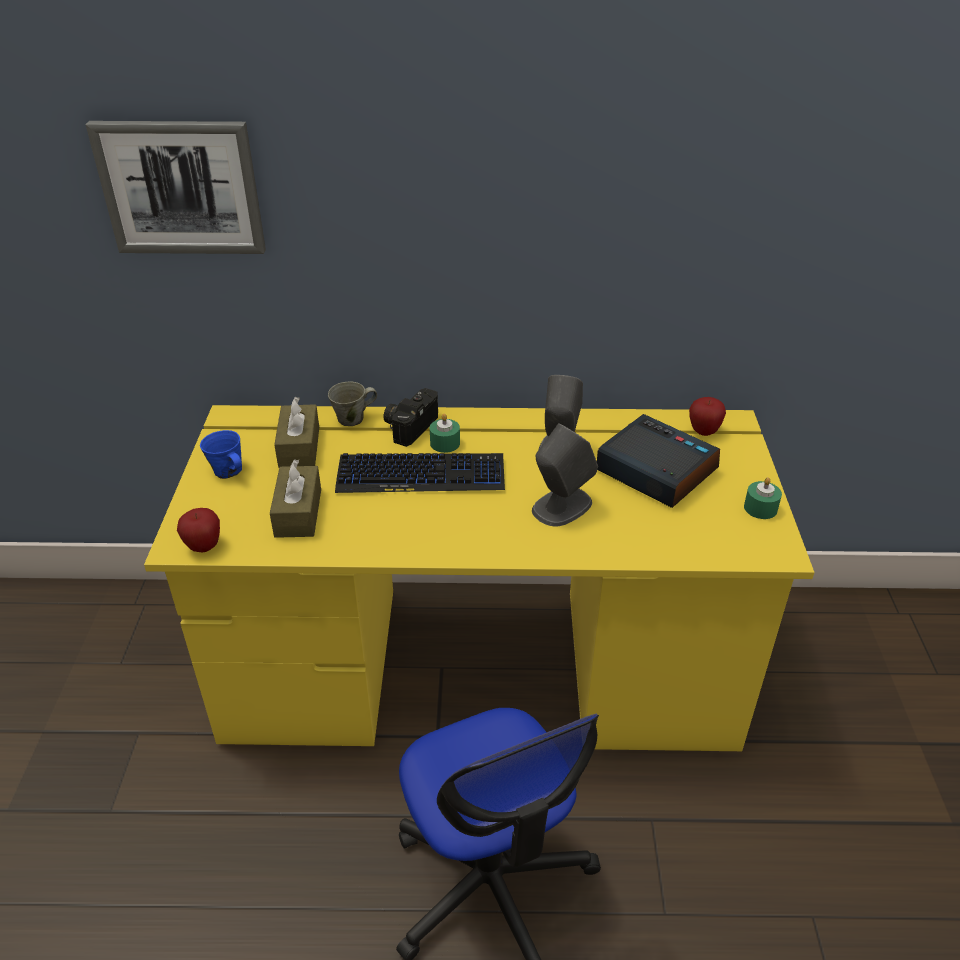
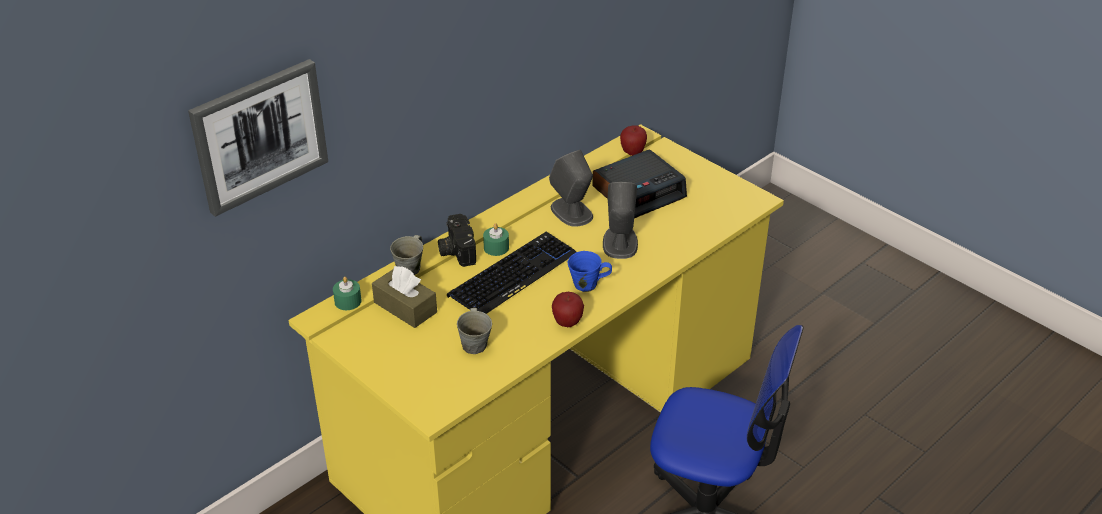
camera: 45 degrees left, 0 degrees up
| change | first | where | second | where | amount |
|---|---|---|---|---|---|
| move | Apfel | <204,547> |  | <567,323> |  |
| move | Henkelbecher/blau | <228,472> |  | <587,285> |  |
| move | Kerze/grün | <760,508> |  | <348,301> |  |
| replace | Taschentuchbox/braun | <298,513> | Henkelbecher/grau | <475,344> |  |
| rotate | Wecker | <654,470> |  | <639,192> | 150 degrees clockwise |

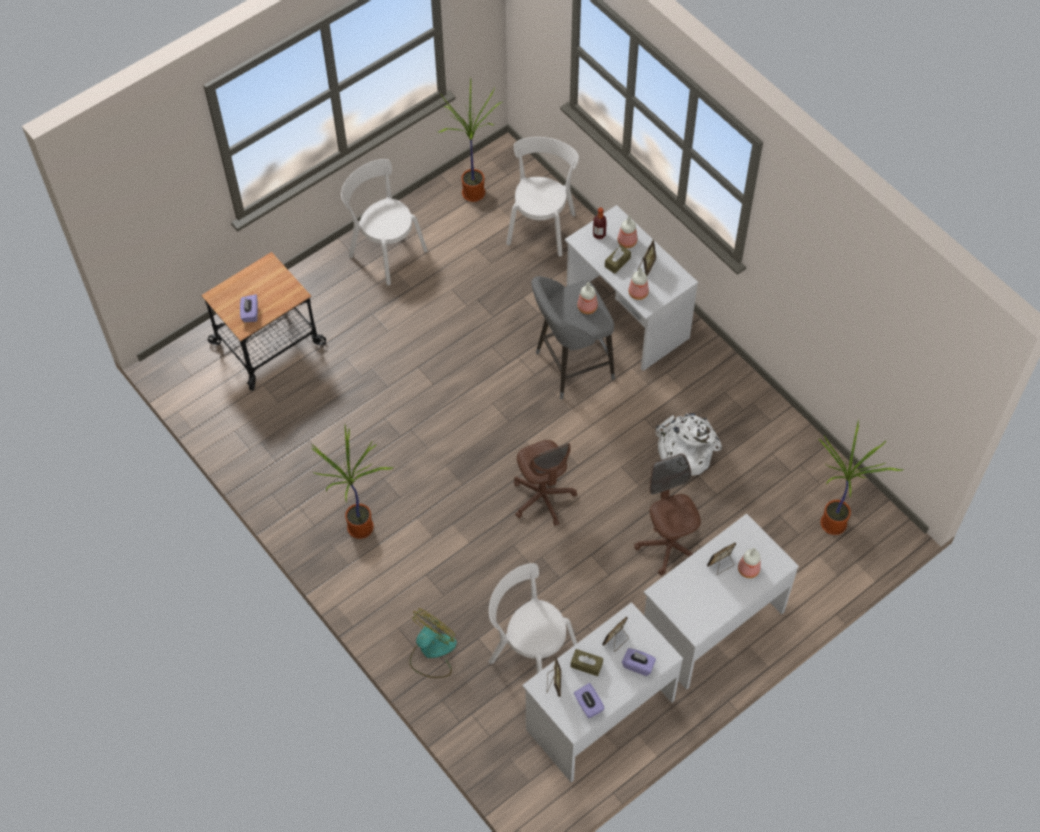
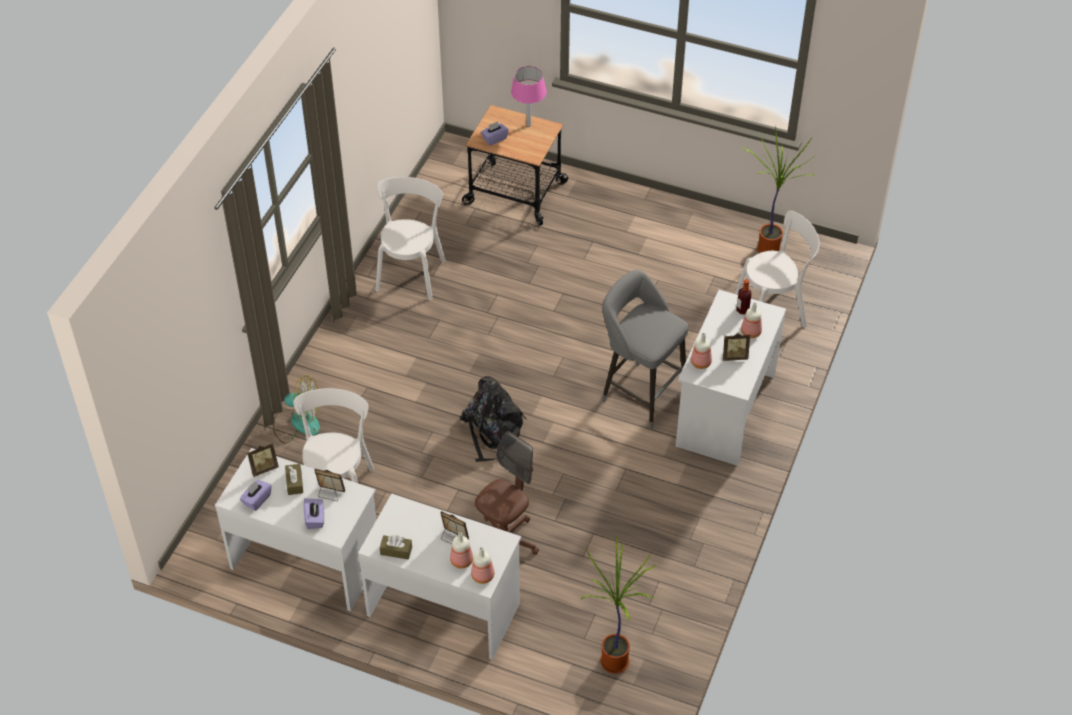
camera: 60 degrees right, 10 degrees down
| change | first | where | second | where | amount |
|---|---|---|---|---|---|
| delete | Topfpflanze | <362,529> |  |  |  |
| delete | Rucksack/weiß | <685,450> |  |  |  |
| insert |  |  | Tischlampe/rosa | <528,125> |  |
| move | Stuhl/weiß | <385,251> |  | <411,272> |  |
| move | Flasche | <587,307> |  | <483,575> |  |
| move | Taschentuchbox/braun | <617,262> |  | <396,551> |  |
| replace | Bürostuhl/braun | <543,498> | Rucksack/schwarz | <492,432> |  |

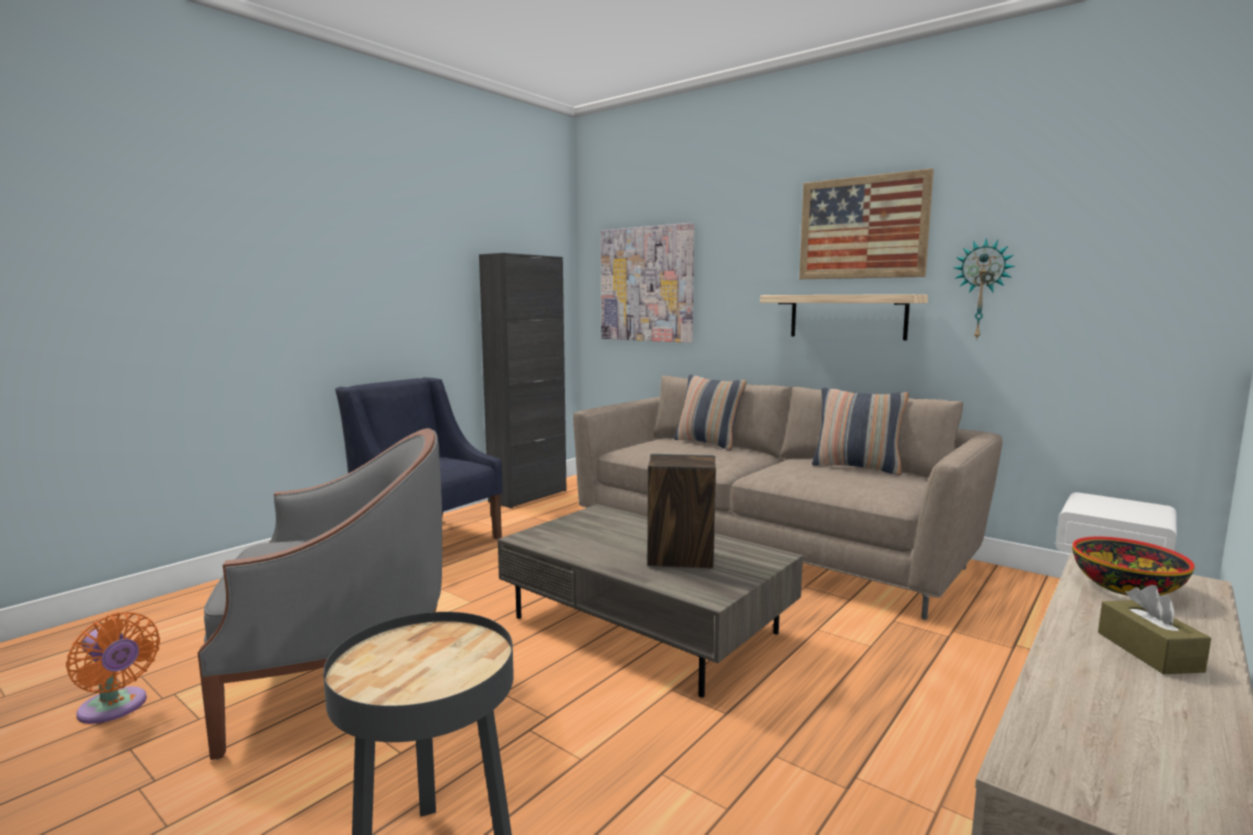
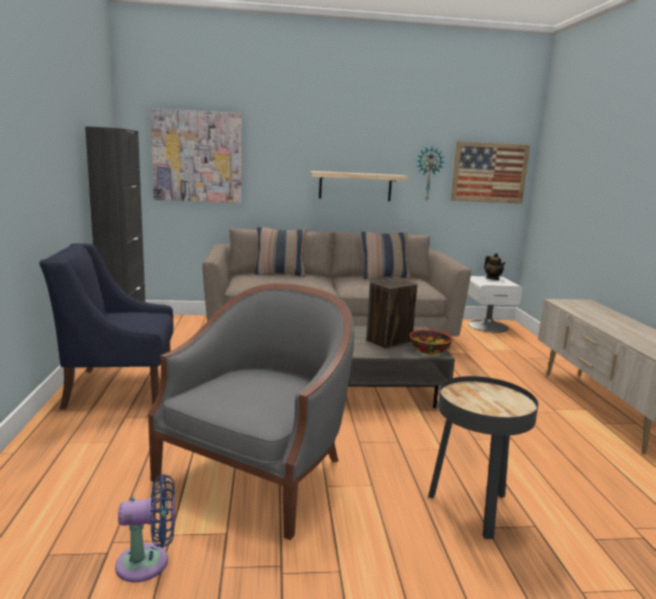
camera: 45 degrees left, 5 degrees up
| change | first | where | second | where | amount |
|---|---|---|---|---|---|
| delete | Taschentuchbox/braun | <1148,651> |  |  |  |
| insert |  |  | Teekanne | <492,278> |  |
| move | Bild | <862,228> |  | <489,172> |  |
| move | Schüssel | <1127,588> |  | <429,351> |  |
| recolor | Ventilator/orange | <115,708> | Ventilator/blau | <148,562> |  |

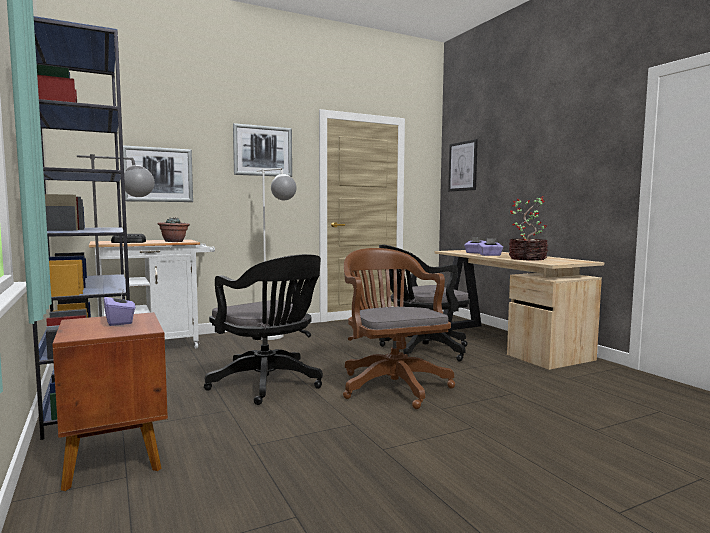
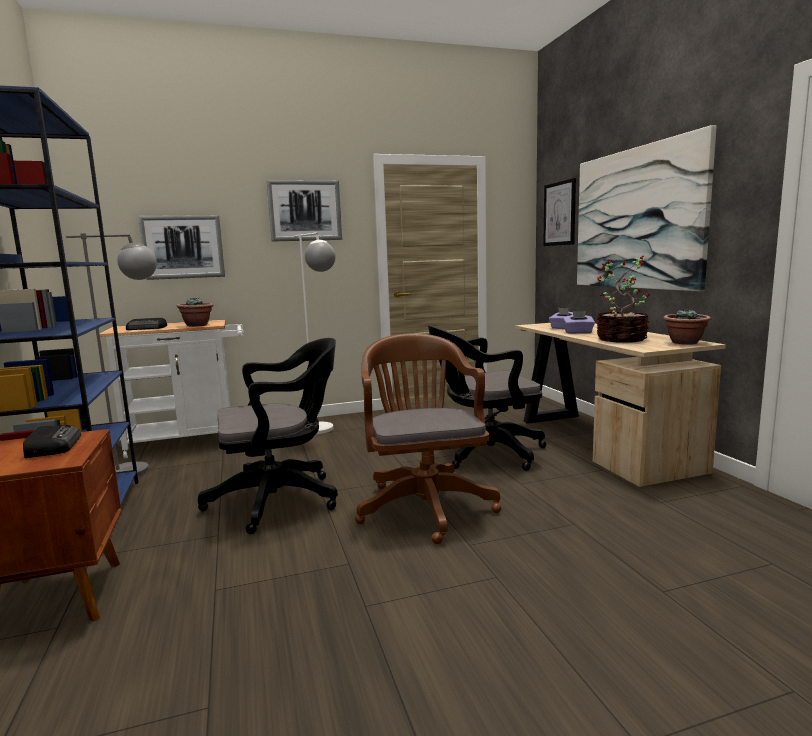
camera: 10 degrees right, 5 degrees up
| change | first | where | second | where | amount |
|---|---|---|---|---|---|
| insert |  |  | Bild | <636,219> |  |
| insert |  |  | Topfpflanze | <685,343> |  |
| replace | Taschentuchbox/lila | <120,322> | Radio | <53,446> |  |
| rotate | Bürostuhl/schwarz | <269,385> |  | <281,499> | 75 degrees counterclockwise |

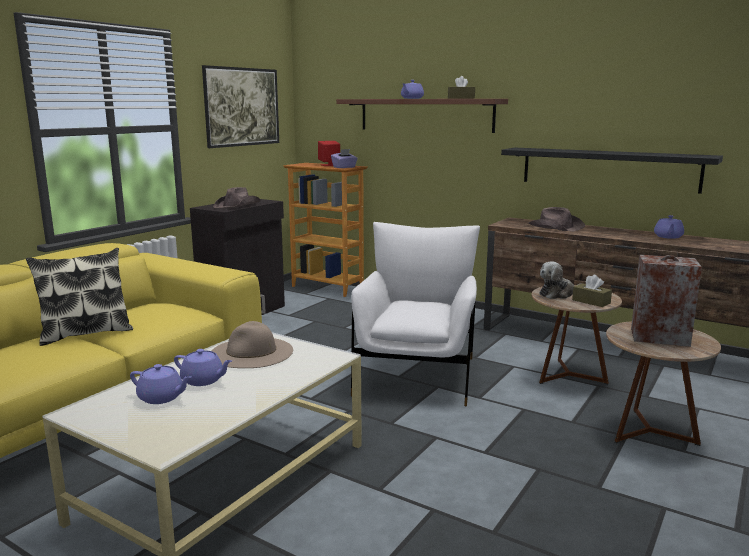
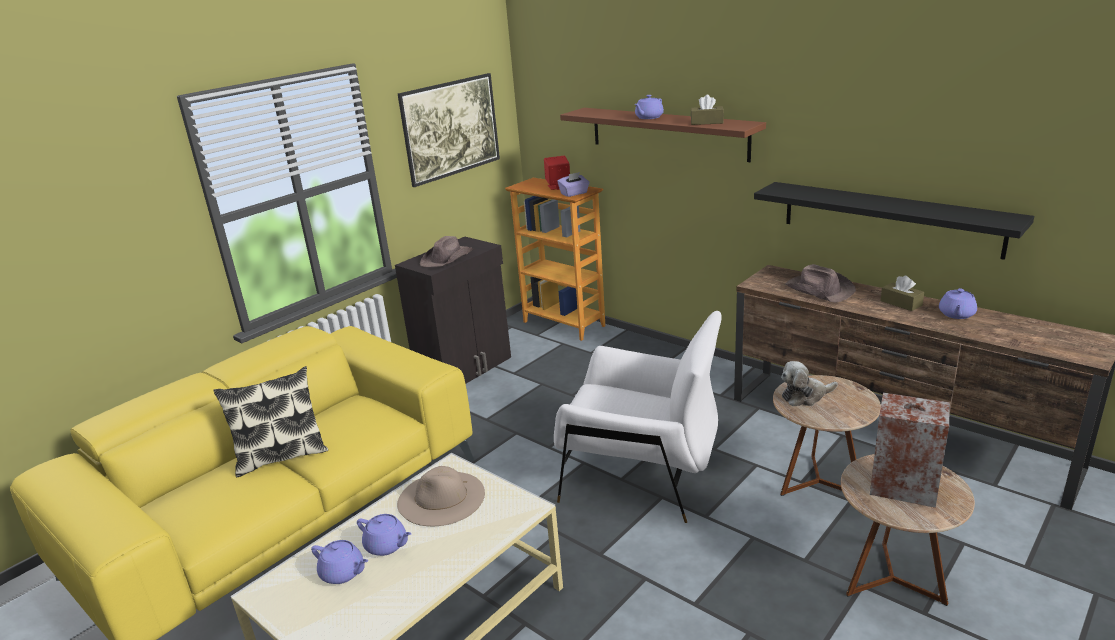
camera: 10 degrees right, 10 degrees up
| change | first | where | second | where | amount |
|---|---|---|---|---|---|
| move | Taschentuchbox/braun | <591,301> |  | <901,303> |  |
| rotate | Sessel/weiß | <416,374> |  | <641,476> | 90 degrees clockwise |

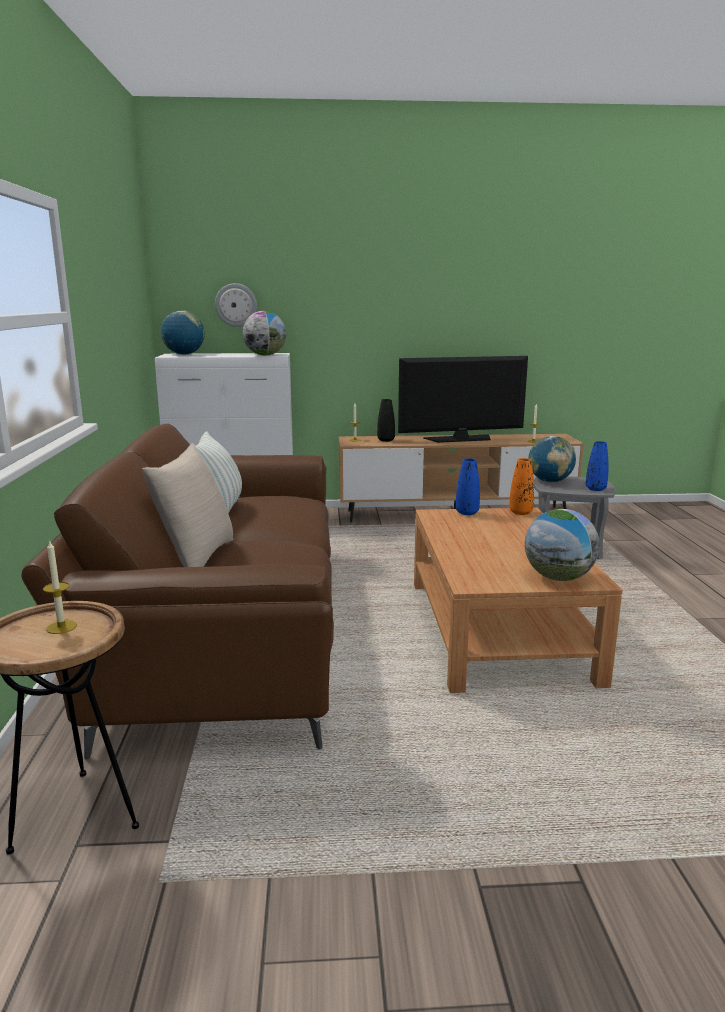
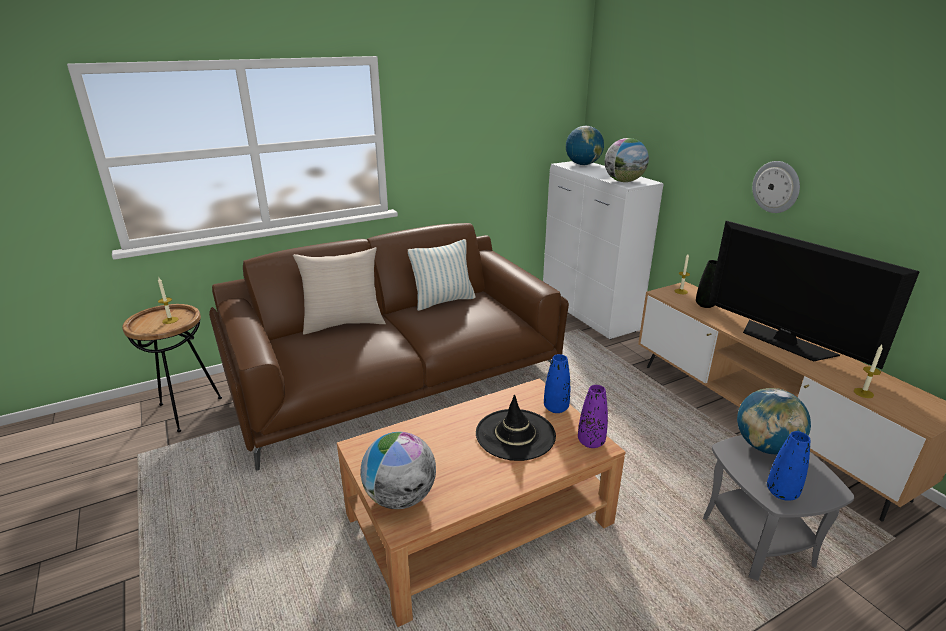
camera: 65 degrees right, 10 degrees up
| change | first | where | second | where | amount |
|---|---|---|---|---|---|
| insert |  |  | Hut/schwarz | <515,435> |  |
| move | Wanduhr | <236,305> |  | <776,187> |  |
| recolor | Vase/orange | <520,512> | Vase/lila | <591,442> |  |

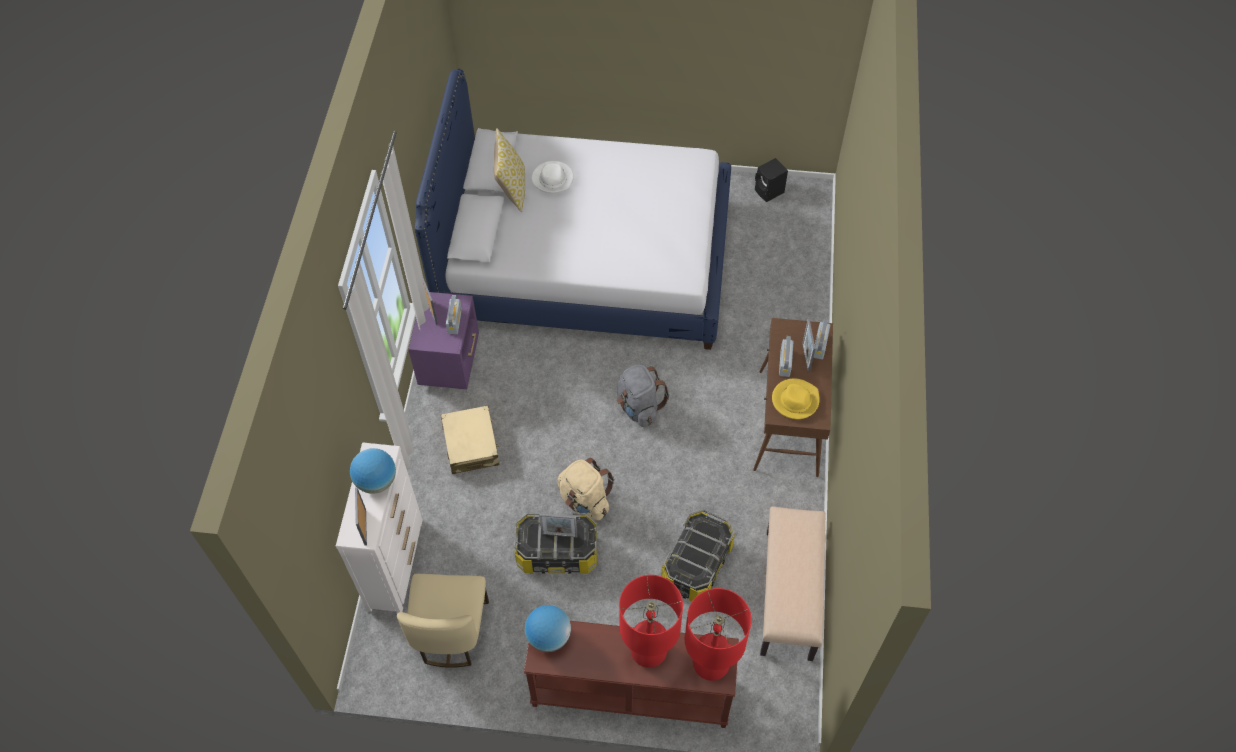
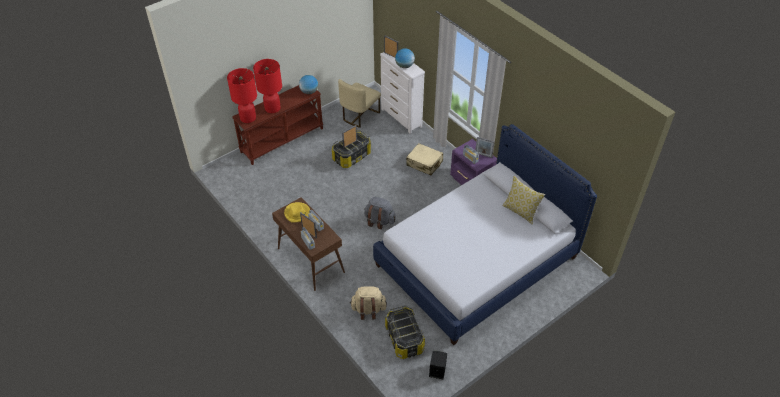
camera: 135 degrees right, 10 degrees down
| change | first | where | second | where | amount |
|---|---|---|---|---|---|
| delete | Hut/weiß | <553,179> |  |  |  |
| delete | Bank/beige | <789,595> |  |  |  |
| move | Rucksack/beige | <585,500> |  | <368,310> |  |
| move | Aufbewahrungsbox | <696,565> |  | <404,339> |  |
| rotate | Stuhl/beige | <451,632> |  | <359,115> | 105 degrees counterclockwise |

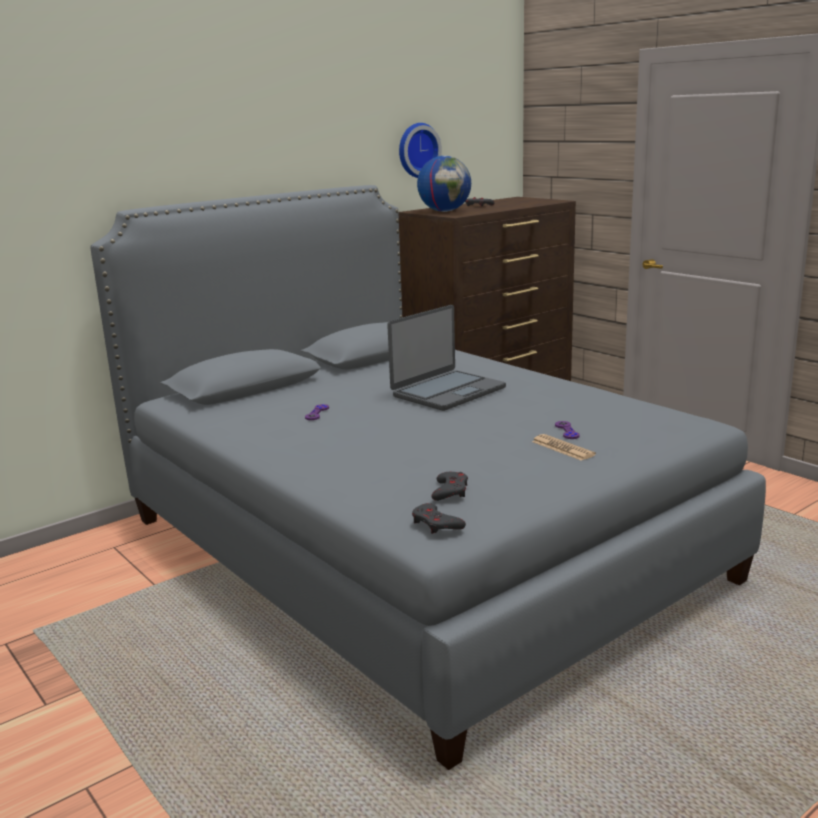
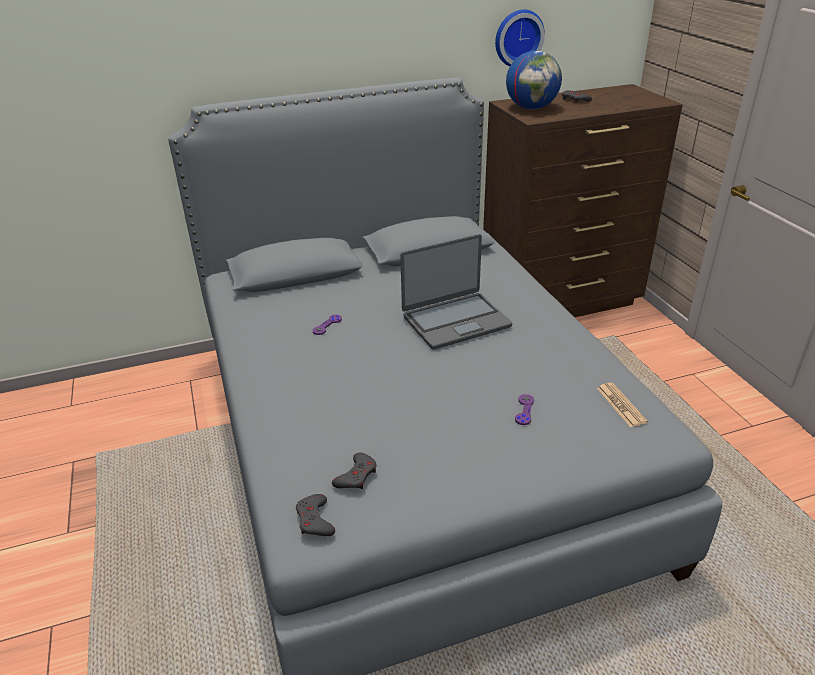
camera: 20 degrees right, 15 degrees up
| change | first | where | second | where | amount |
|---|---|---|---|---|---|
| move | Zeitung | <562,448> |  | <621,405> |  |

